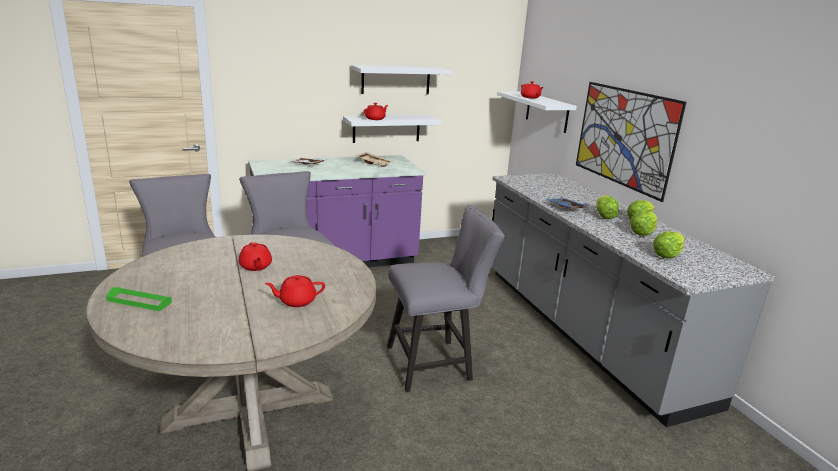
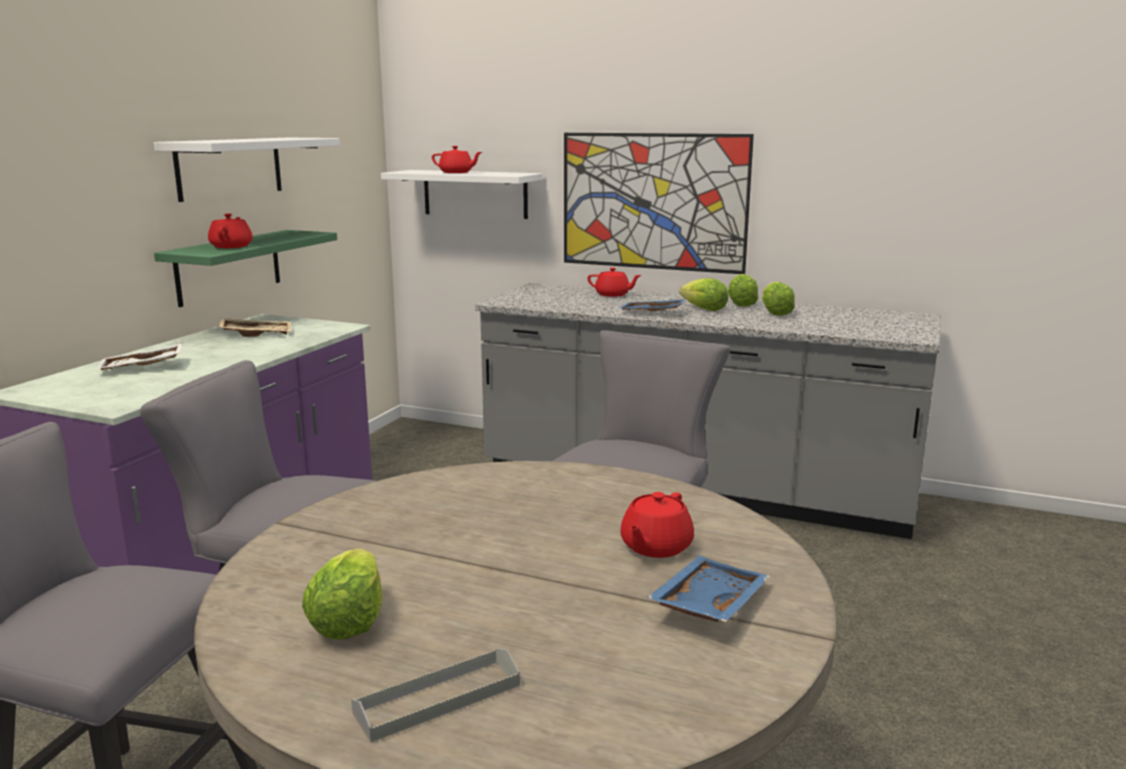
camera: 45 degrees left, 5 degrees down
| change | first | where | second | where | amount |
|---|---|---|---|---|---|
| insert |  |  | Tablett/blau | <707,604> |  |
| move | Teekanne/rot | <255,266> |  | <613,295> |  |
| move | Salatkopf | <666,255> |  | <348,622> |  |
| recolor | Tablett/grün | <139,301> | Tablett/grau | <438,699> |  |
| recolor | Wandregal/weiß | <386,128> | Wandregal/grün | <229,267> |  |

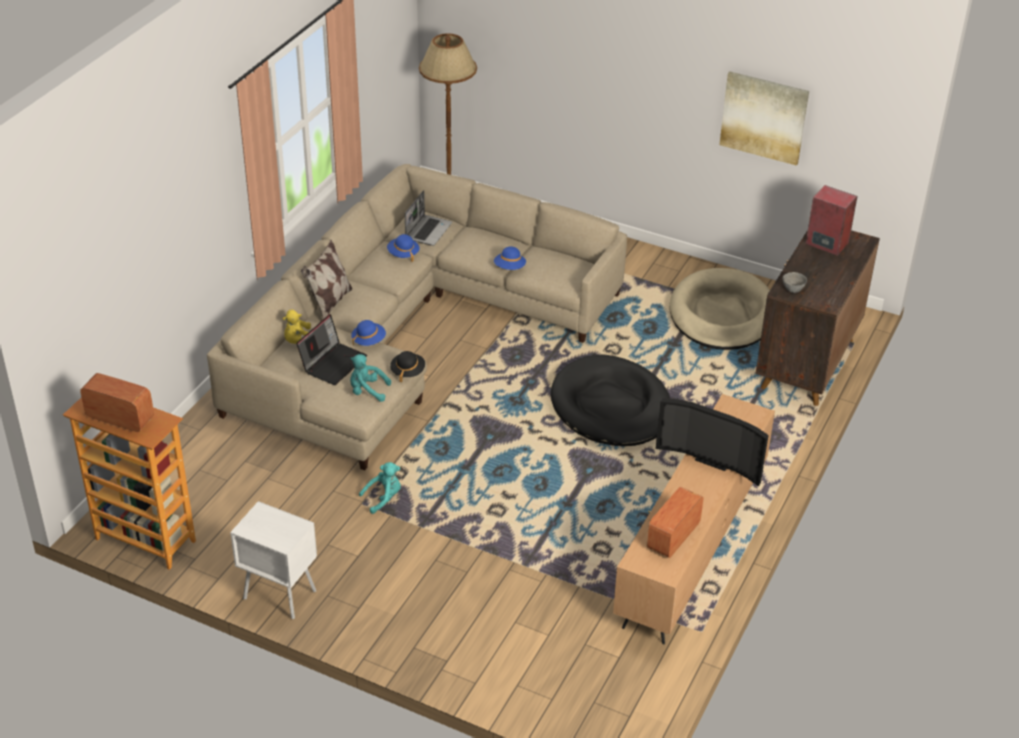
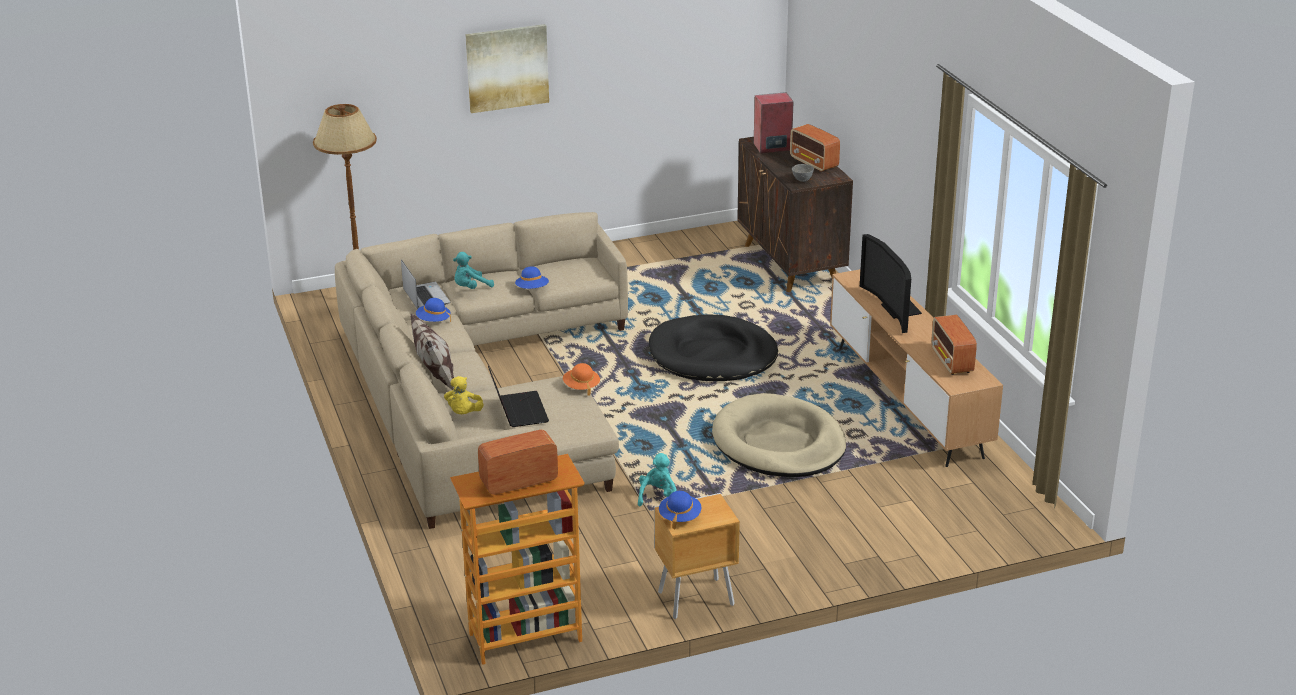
camera: 45 degrees left, 10 degrees down
| change | first | where | second | where | amount |
|---|---|---|---|---|---|
| insert |  |  | Radio | <814,163> |  |
| move | Plüschtier/türkis | <367,391> |  | <471,288> |  |
| move | Hut/blau | <368,340> |  | <679,517> |  |
| move | Hundebett/beige | <722,314> |  | <779,443> |  |
| move | Bild | <764,117> |  | <507,68> |  |
| recolor | Nachttisch/weiß | <279,594> | Nachttisch/braun | <694,599> |  |
| recolor | Hut/schwarz | <407,371> | Hut/orange | <581,387> |  |
| rotate | Fernseher | <713,459> |  | <895,310> | 90 degrees clockwise |

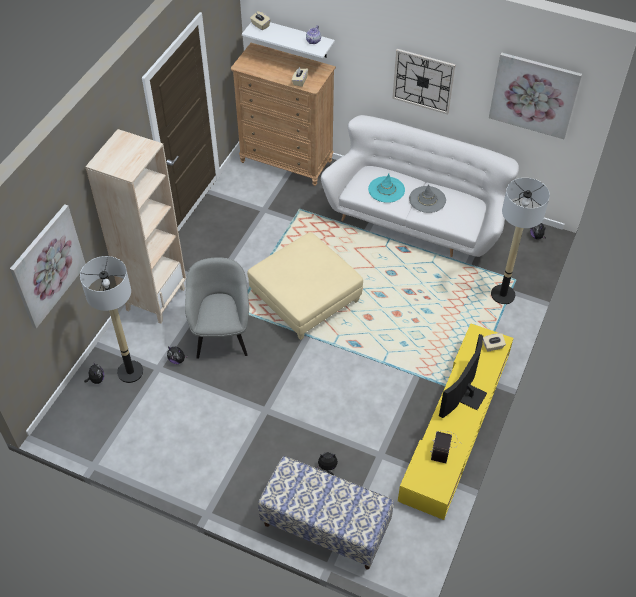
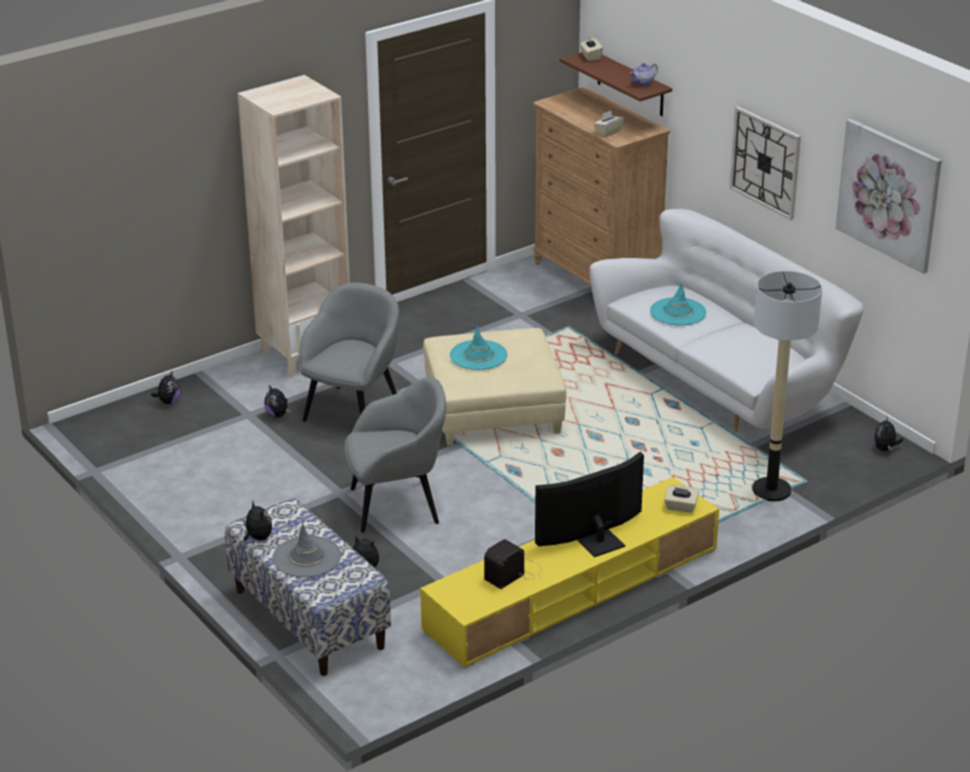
camera: 30 degrees right, 20 degrees down
| change | first | where | second | where | amount |
|---|---|---|---|---|---|
| delete | Bild | <48,266> |  |  |  |
| delete | Stehlampe | <130,372> |  |  |  |
| insert |  |  | Plüschtier | <257,538> |  |
| insert |  |  | Sessel/grau | <397,505> |  |
| insert |  |  | Hut/türkis | <478,355> |  |
| move | Hut/grau | <427,199> |  | <307,557> |  |
| recolor | Wandregal/weiß | <294,38> | Wandregal/braun | <630,84> |  |

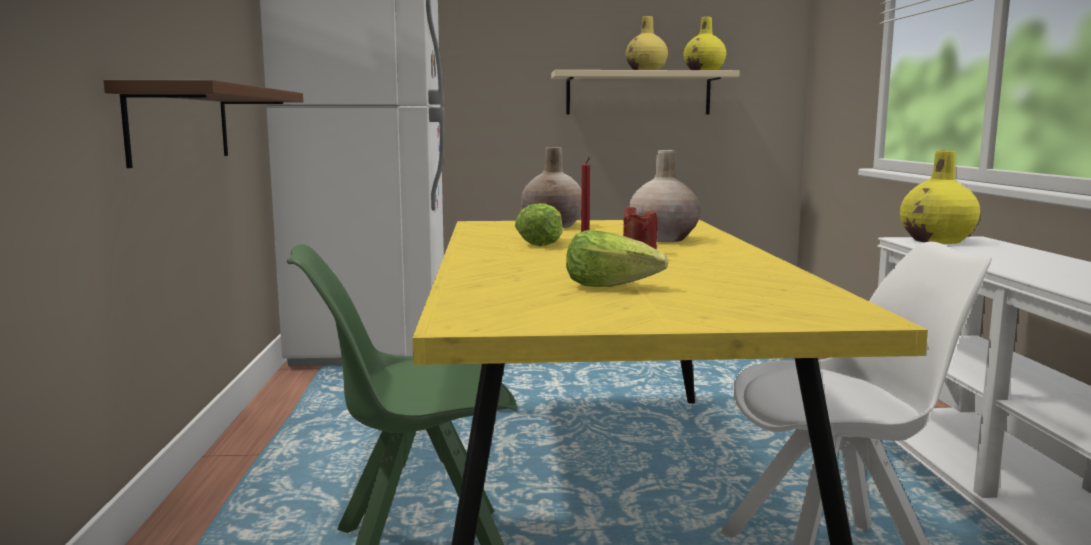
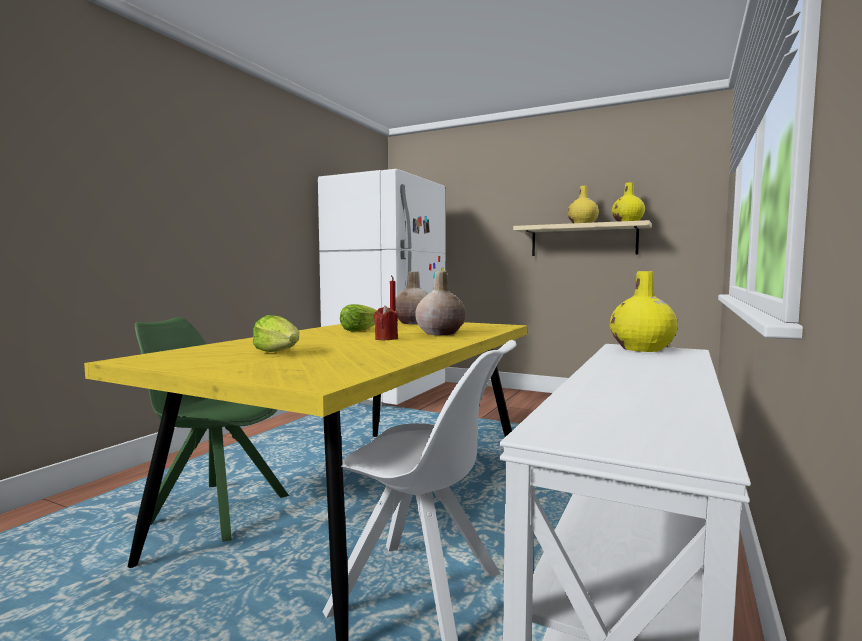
camera: 30 degrees right, 5 degrees down
| change | first | where | second | where | amount |
|---|---|---|---|---|---|
| delete | Wandregal/braun | <181,124> |  |  |  |

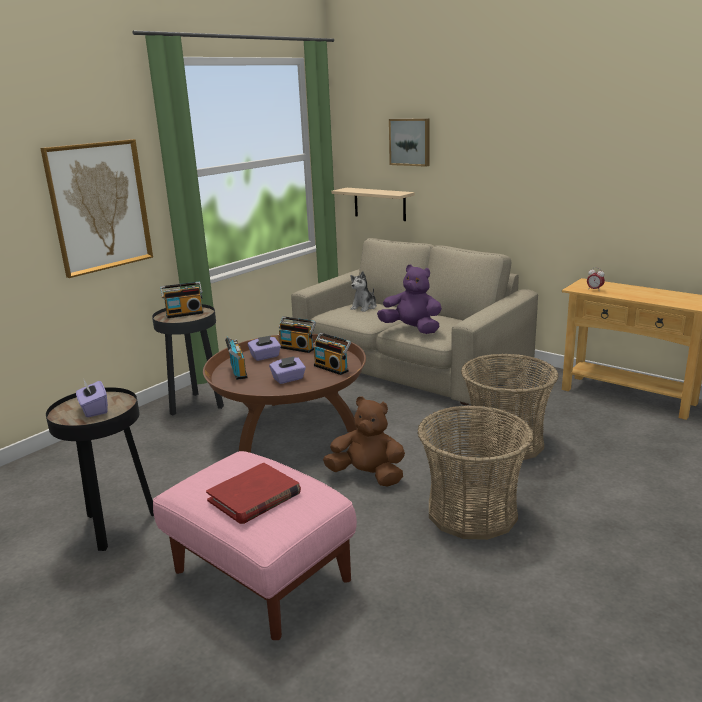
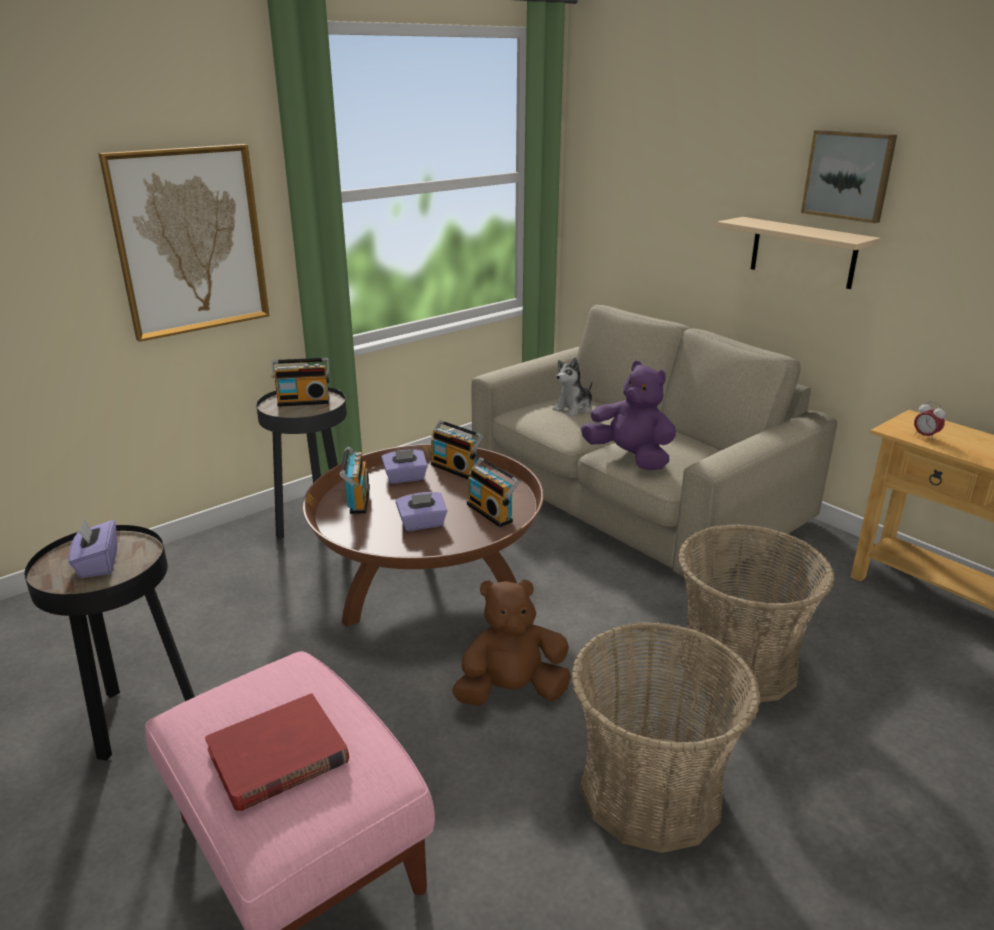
camera: 10 degrees right, 5 degrees up
| change | first | where | second | where | amount |
|---|---|---|---|---|---|
| move | Wandregal/beige | <379,204> |  | <803,252> |  |
| move | Bild | <410,142> |  | <849,175> |  |
| rotate | Plüschtier/braun | <367,476> |  | <511,691> | 45 degrees counterclockwise |

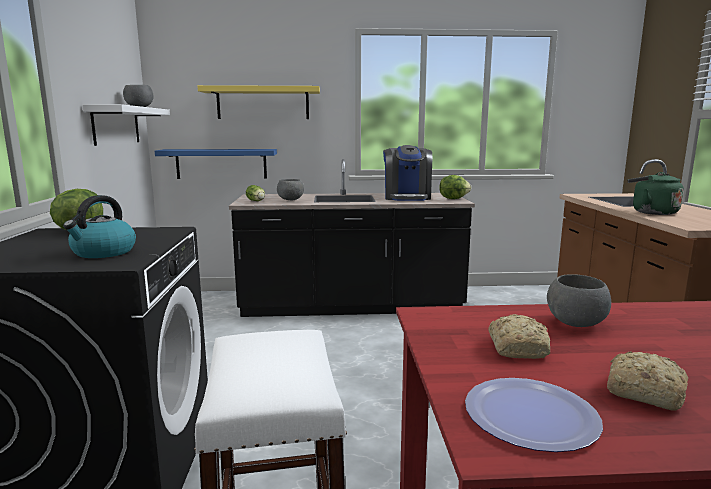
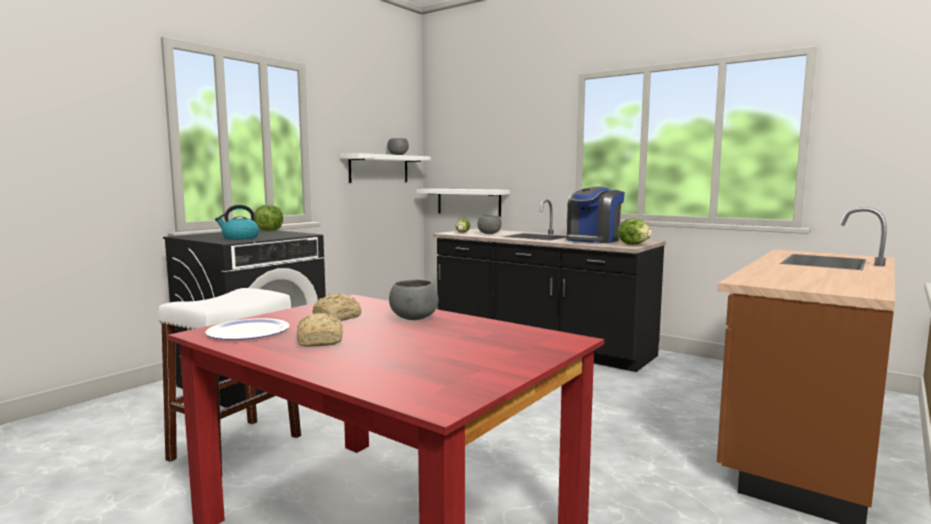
camera: 40 degrees right, 5 degrees down
| change | first | where | second | where | amount |
|---|---|---|---|---|---|
| delete | Wandregal/gelb | <263,103> |  |  |  |
| delete | Wasserkessel/grün | <651,212> |  |  |  |
| recolor | Wandregal/blau | <221,164> | Wandregal/weiß | <468,202> |  |

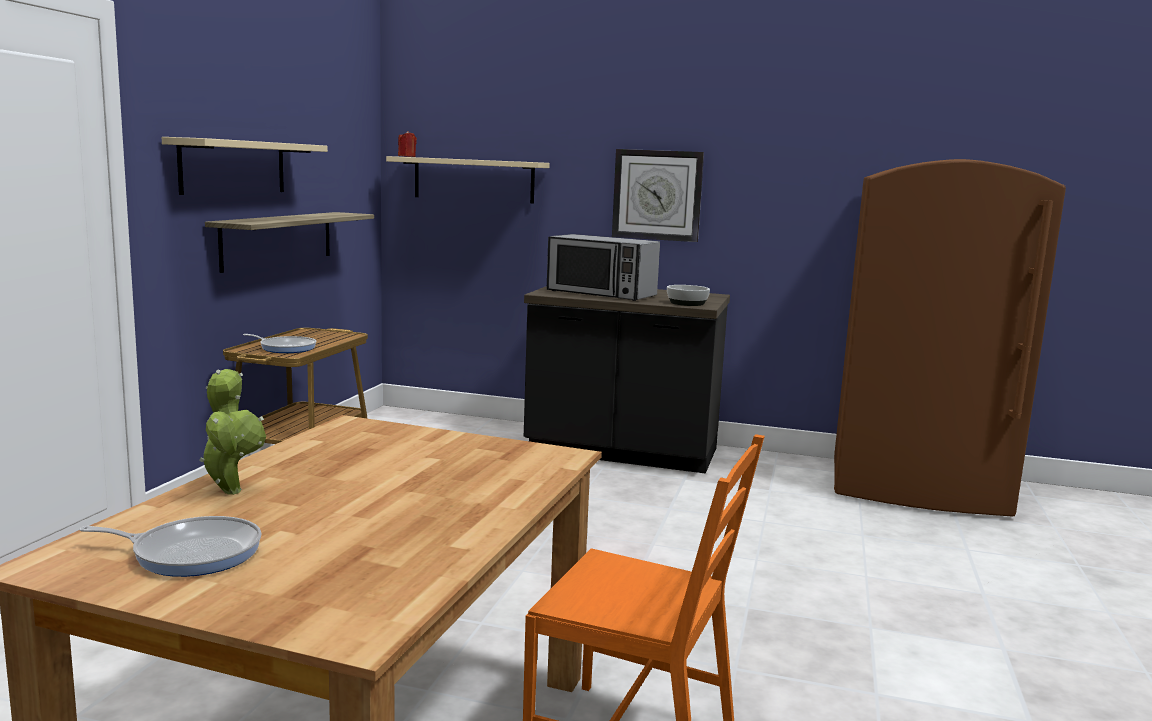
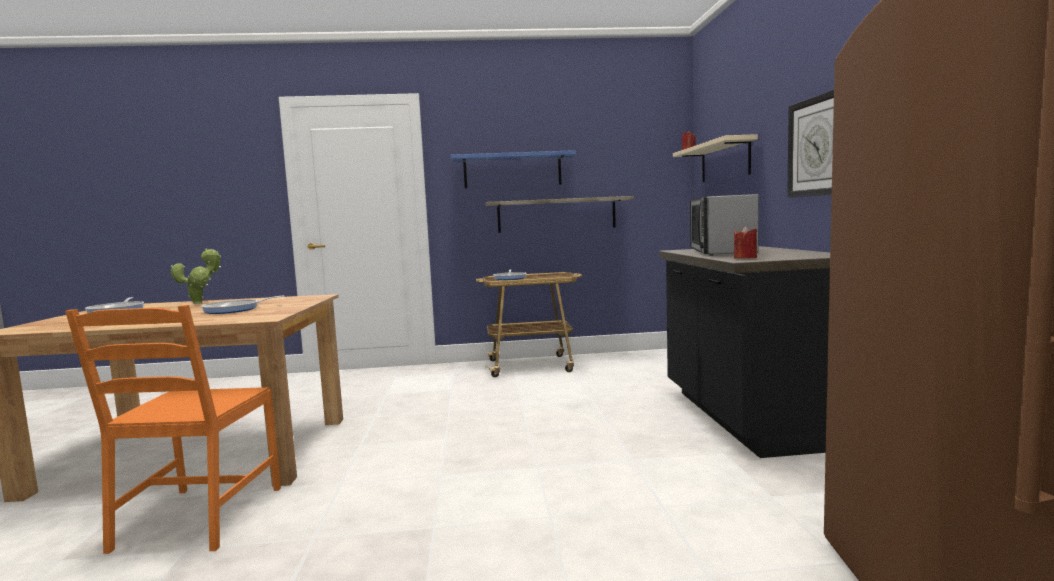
camera: 70 degrees right, 5 degrees down
| change | first | where | second | where | amount |
|---|---|---|---|---|---|
| insert |  |  | Pfanne | <235,309> |  |
| replace | Schüssel | <687,303> | Kerze/rot | <745,258> |  |
| recolor | Wandregal/beige | <234,167> | Wandregal/blau | <512,171> |  |

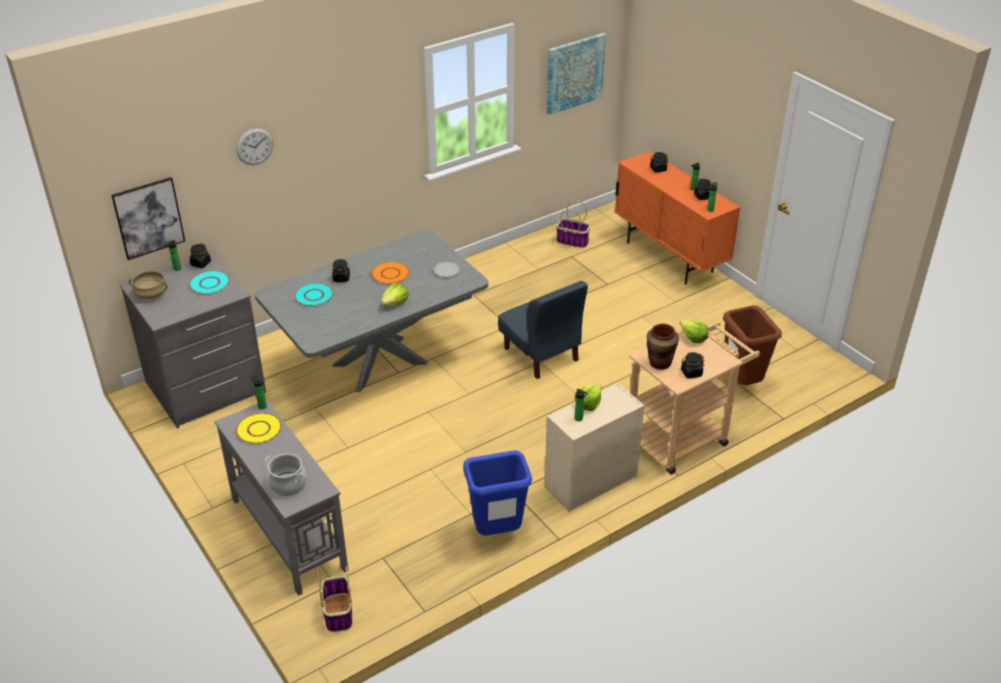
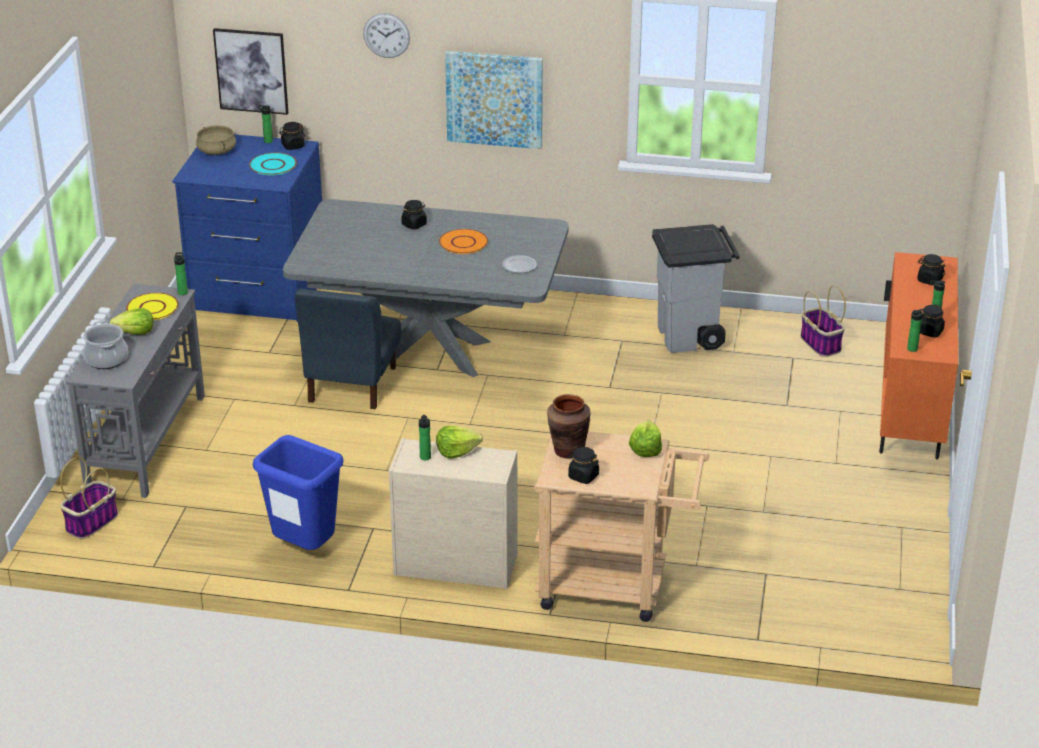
camera: 45 degrees right, 5 degrees down
| change | first | where | second | where | amount |
|---|---|---|---|---|---|
| delete | Teller/türkis | <313,295> |  |  |  |
| delete | Mülleimer/braun | <742,383> |  |  |  |
| insert |  |  | Mülleimer/grau | <690,337> |  |
| move | Salatkopf | <395,303> |  | <135,332> |  |
| move | Stuhl/blau | <541,354> |  | <351,384> |  |
| move | Bild | <574,73> |  | <494,99> |  |
| recolor | Kommode/grau | <206,388> | Kommode/blau | <258,291> |  |

